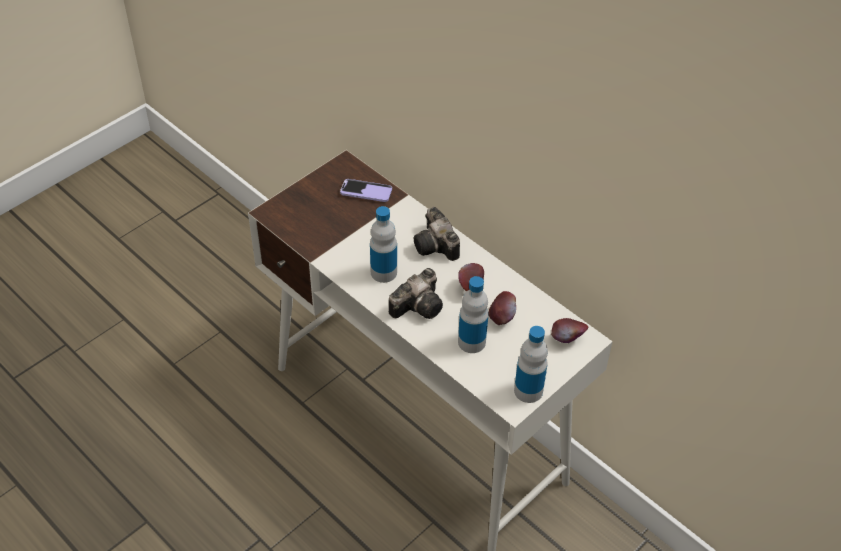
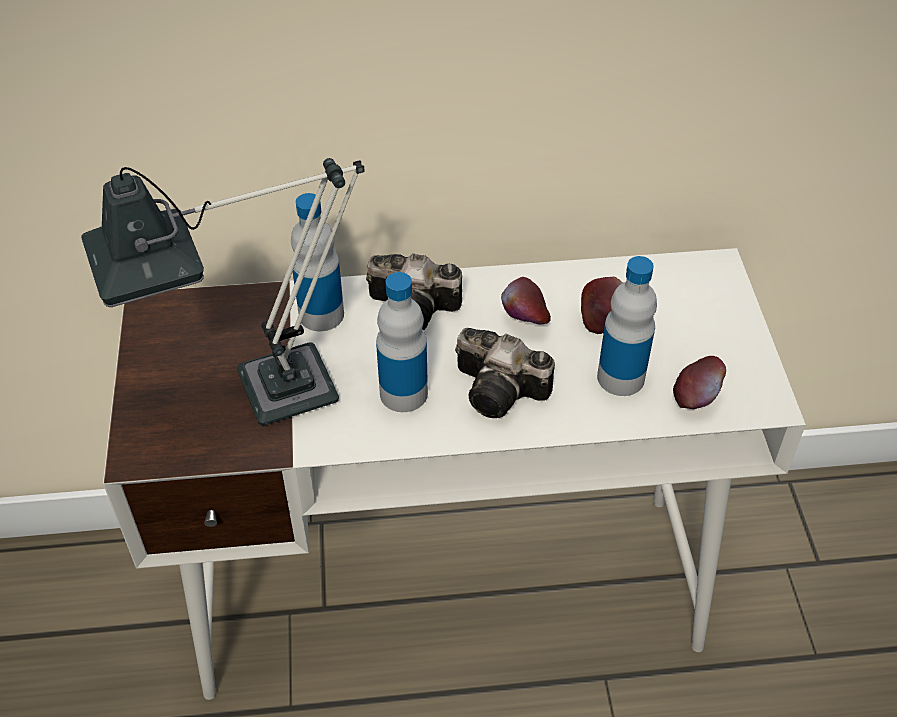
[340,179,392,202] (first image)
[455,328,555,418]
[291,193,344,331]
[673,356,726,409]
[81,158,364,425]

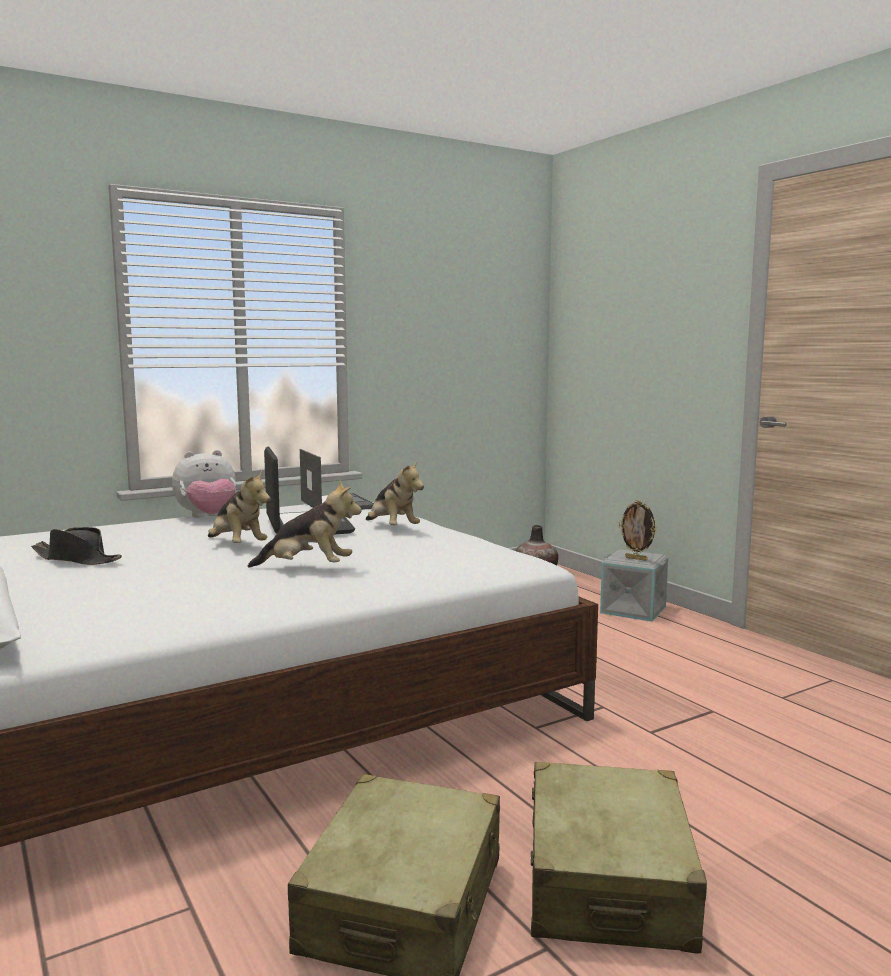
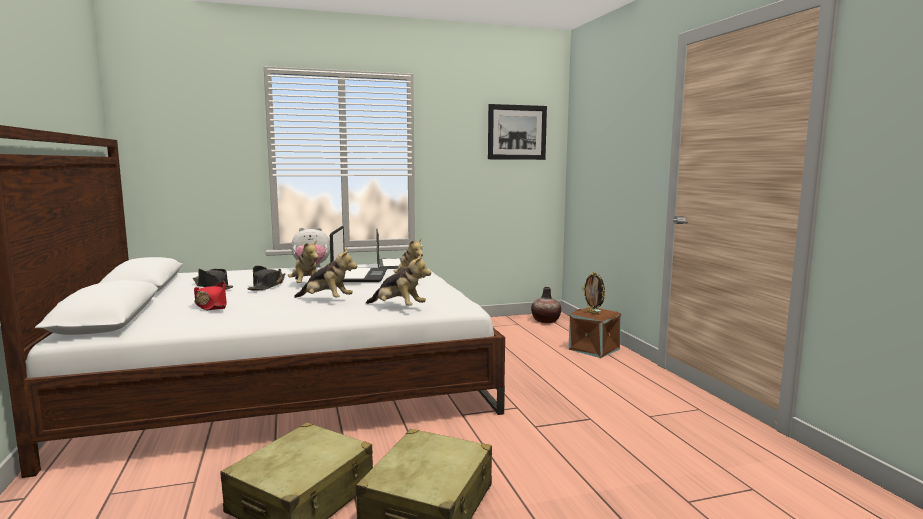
[568,307,622,358]
[194,281,227,310]
[247,266,285,290]
[366,253,431,306]
[488,104,547,160]

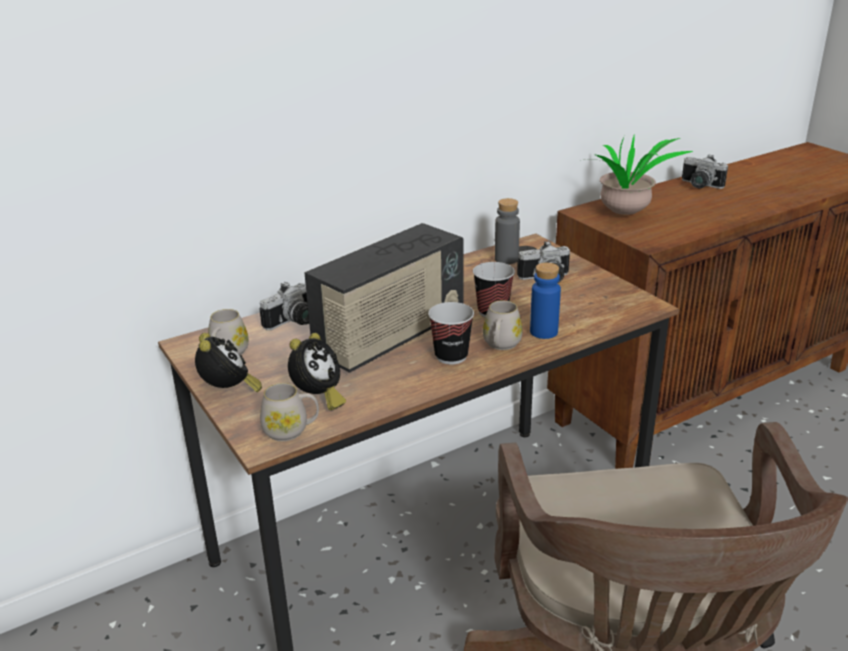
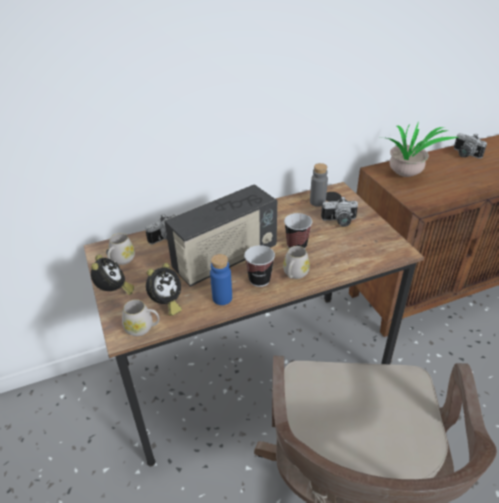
[210,254,232,305]

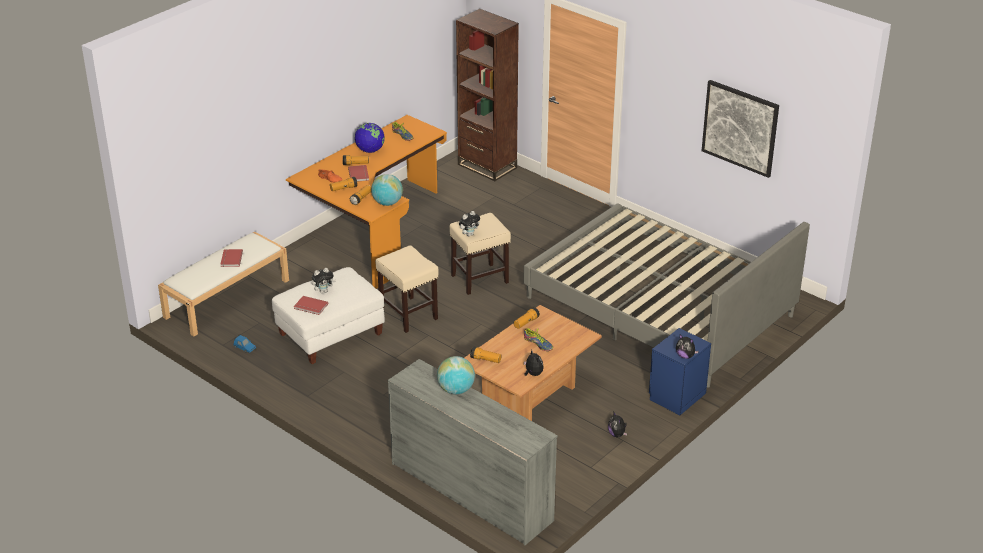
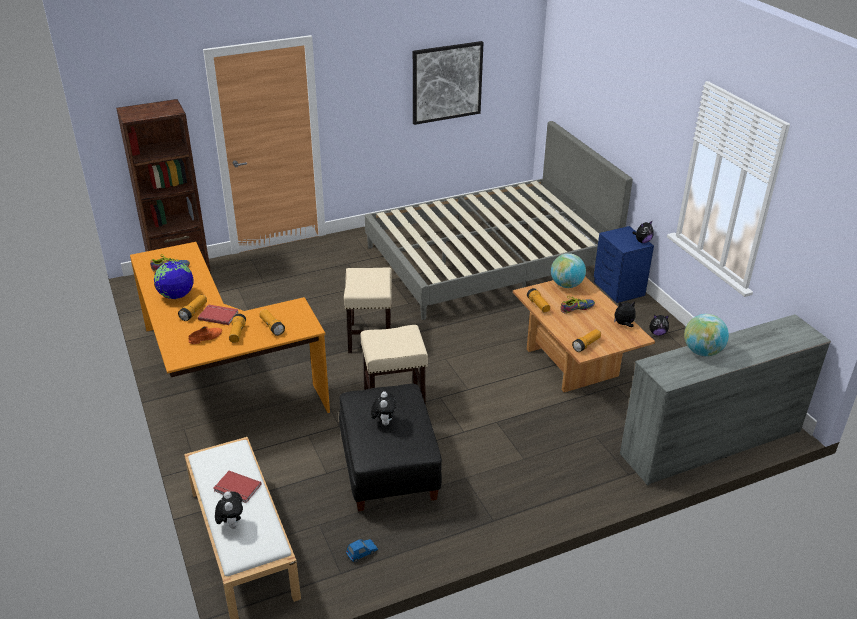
[339,384,442,511]
[294,296,328,315] (first image)
[551,253,586,288]
[215,491,243,529]

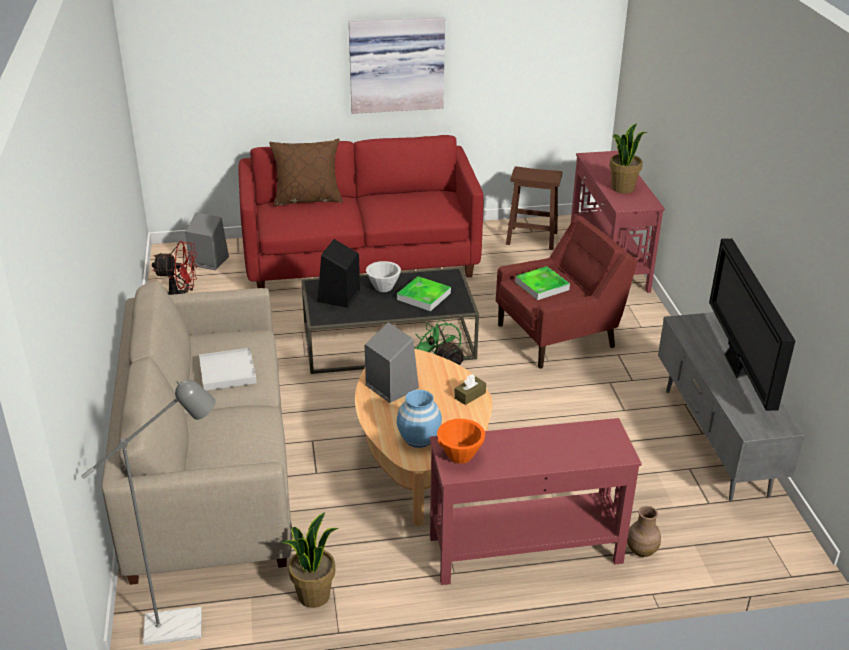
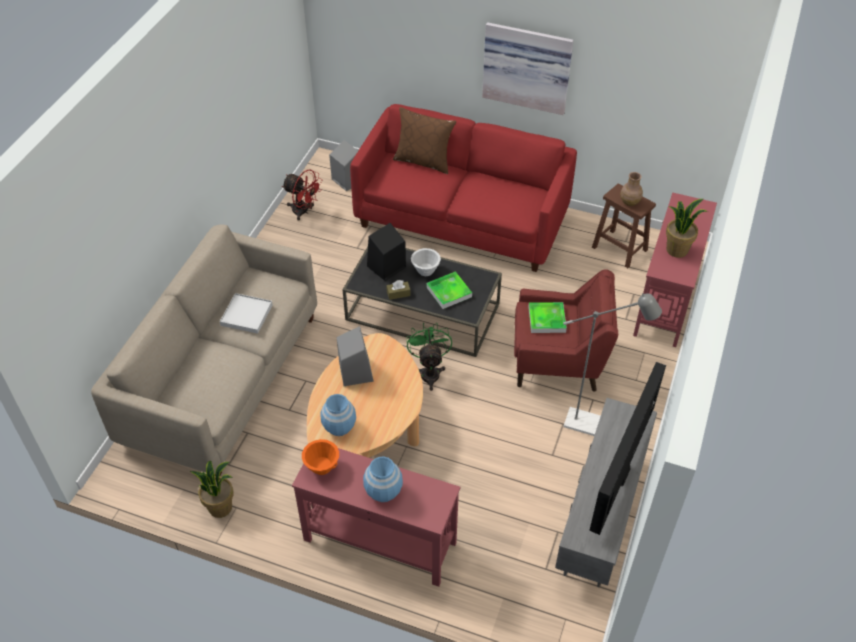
[563,293,662,436]
[387,280,411,300]
[620,172,643,206]
[363,457,403,502]

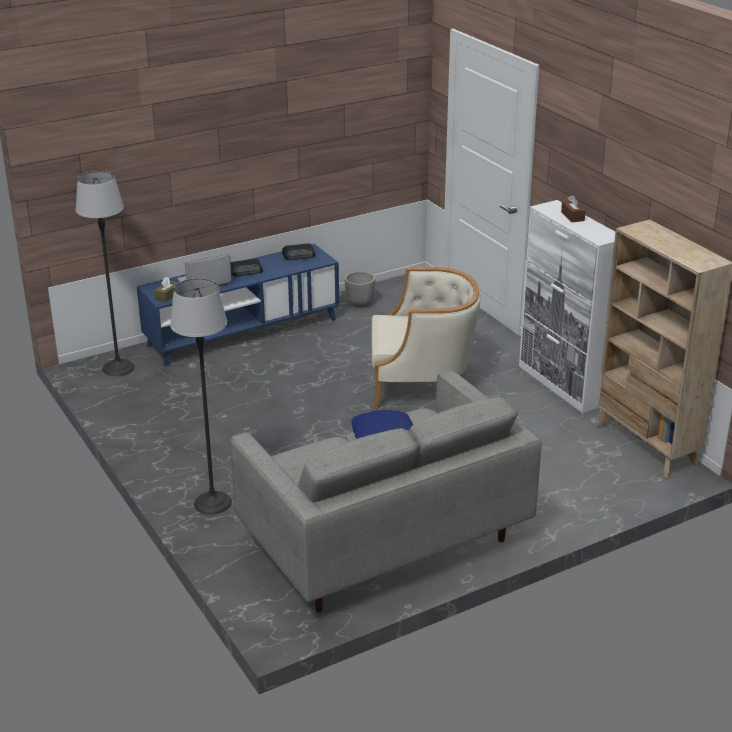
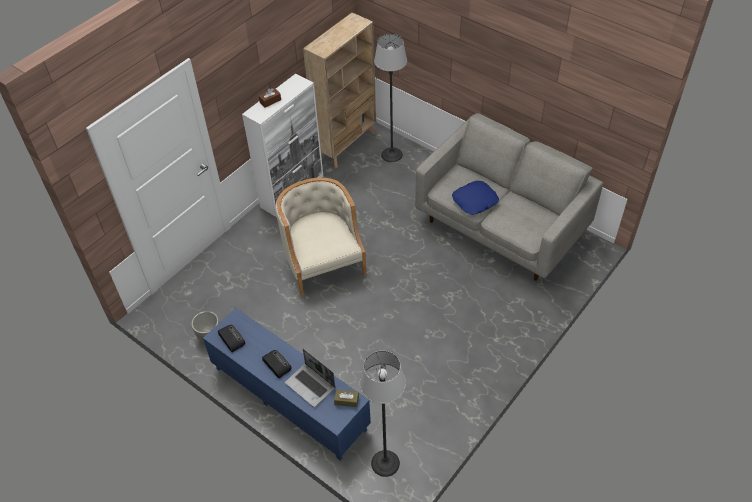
[374,34,407,163]

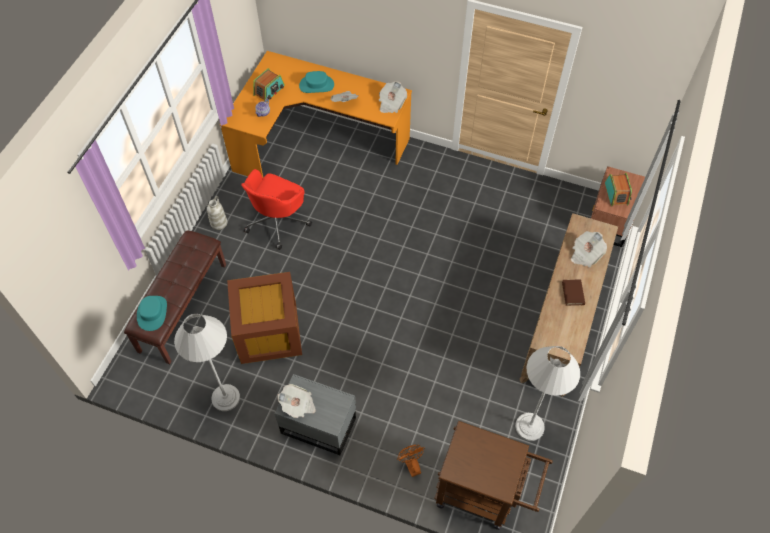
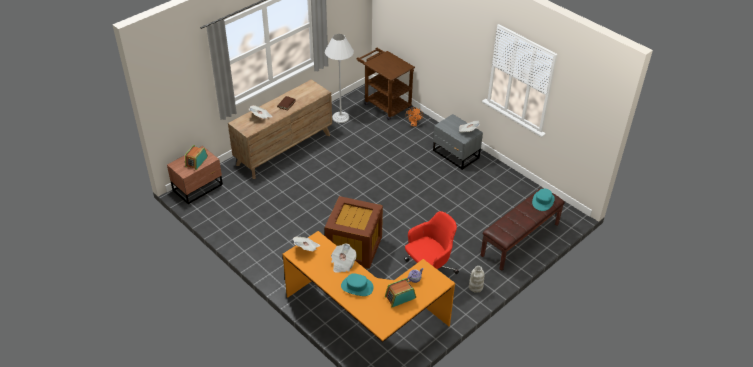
[174,314,240,411] (first image)
[324,196,383,269]

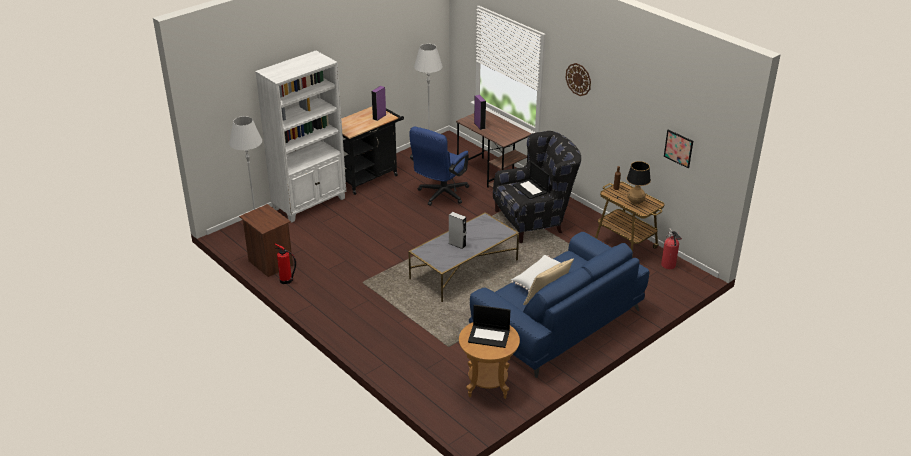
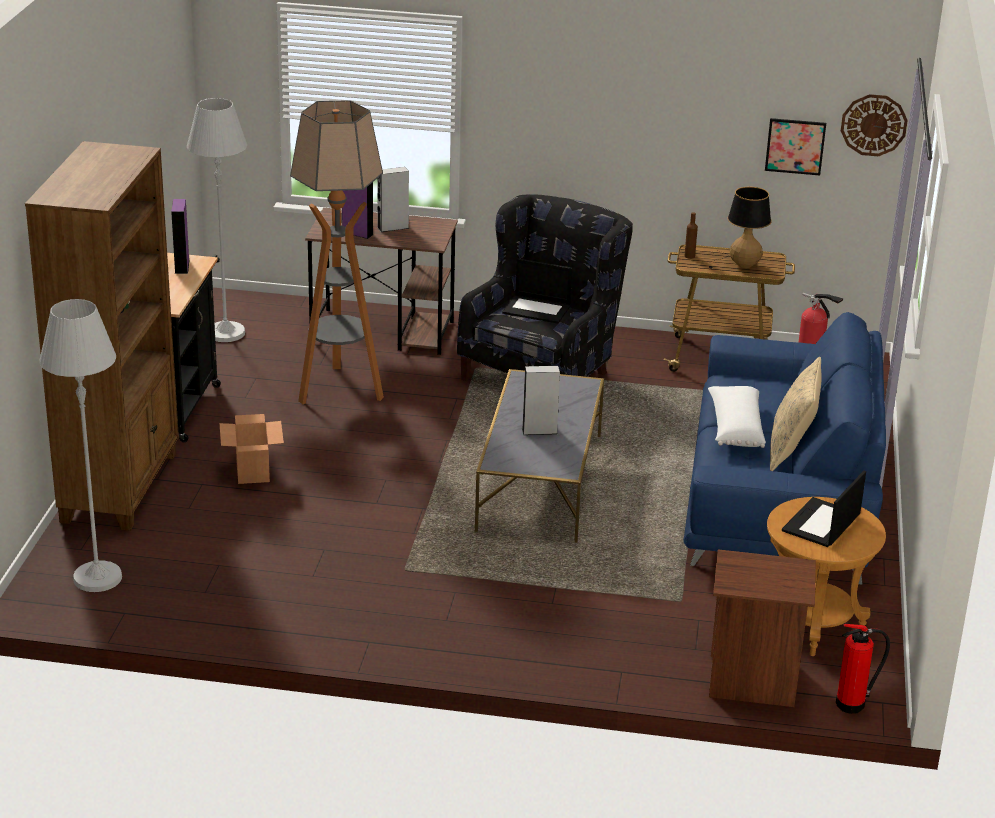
[709,549,816,707]
[25,141,179,531]
[836,624,890,714]
[290,100,384,404]
[782,471,866,547]
[841,94,908,156]
[219,414,284,484]
[377,167,409,232]

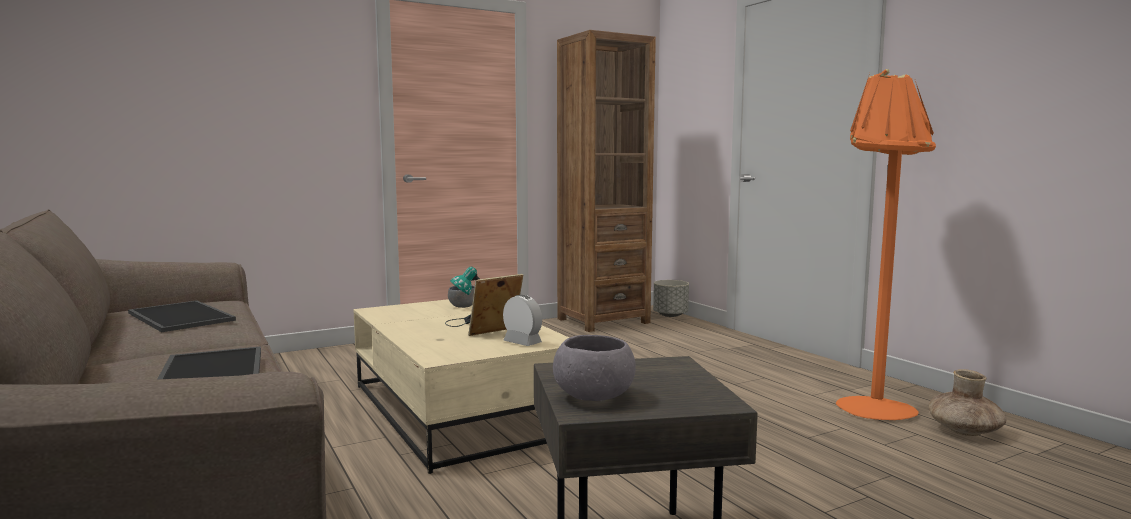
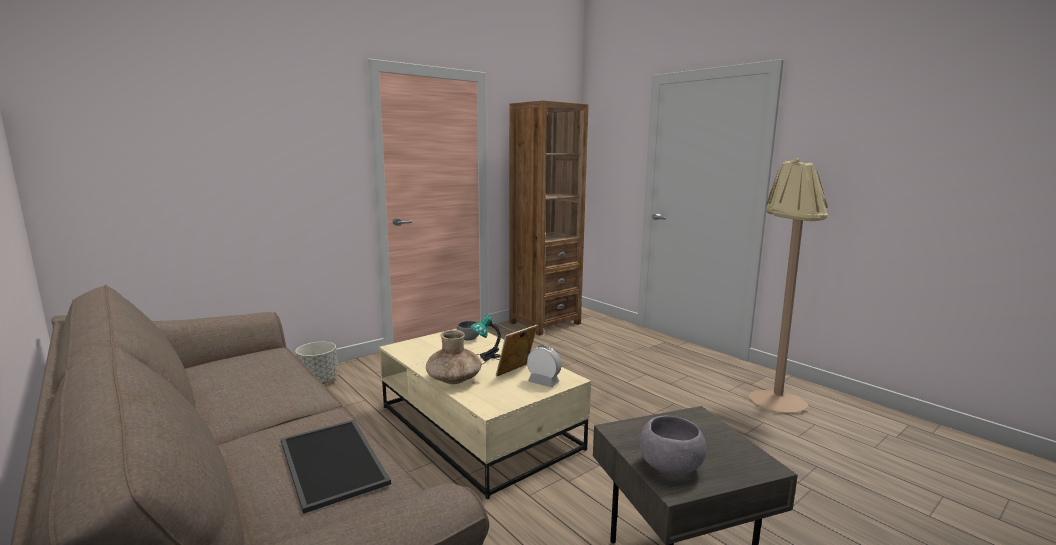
[128,300,236,332] (first image)
[295,342,338,384]
[748,158,828,413]
[426,330,482,384]

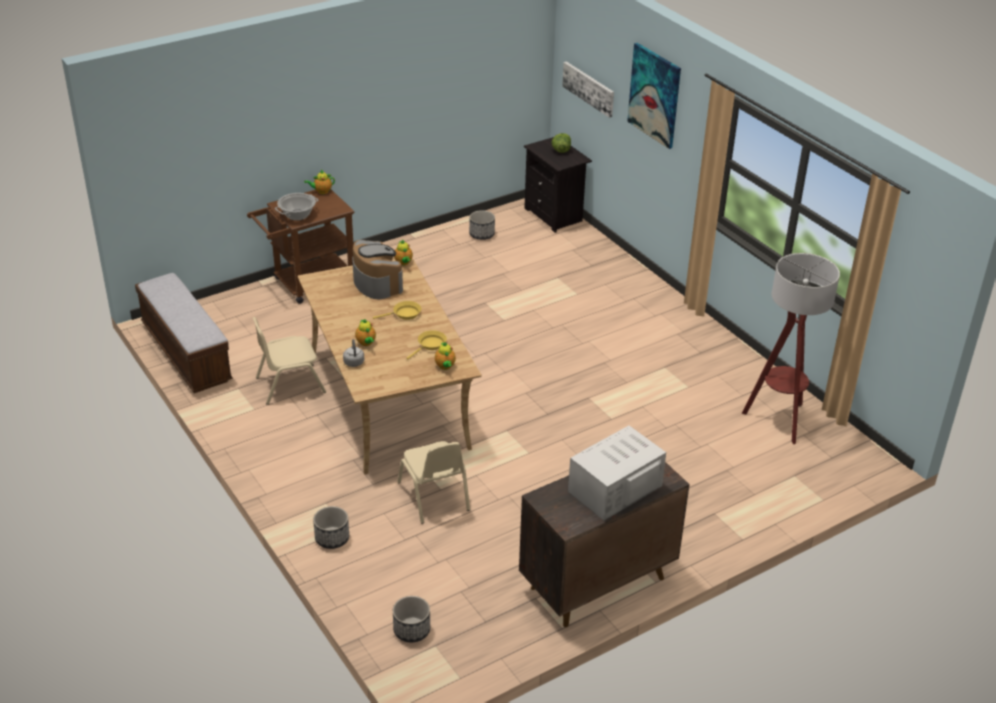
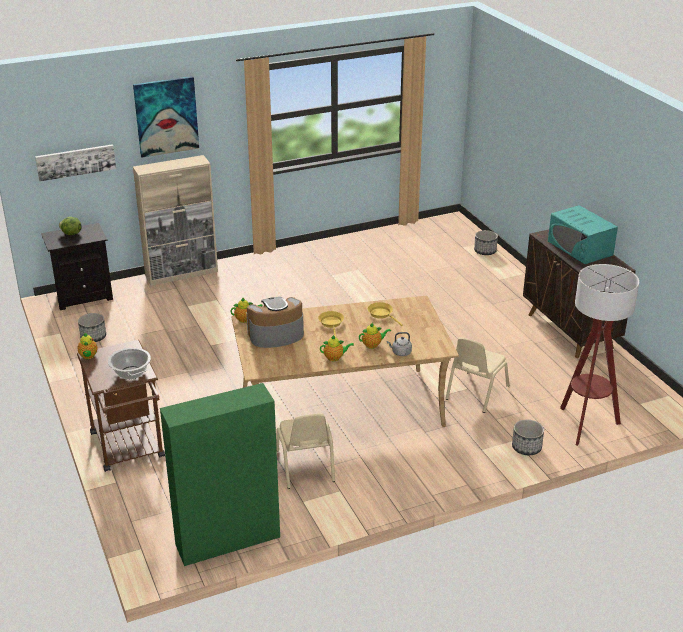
[160,383,280,566]
[474,230,498,255]
[445,337,509,413]
[320,335,354,361]
[548,205,618,264]
[560,264,639,446]
[133,155,218,286]

